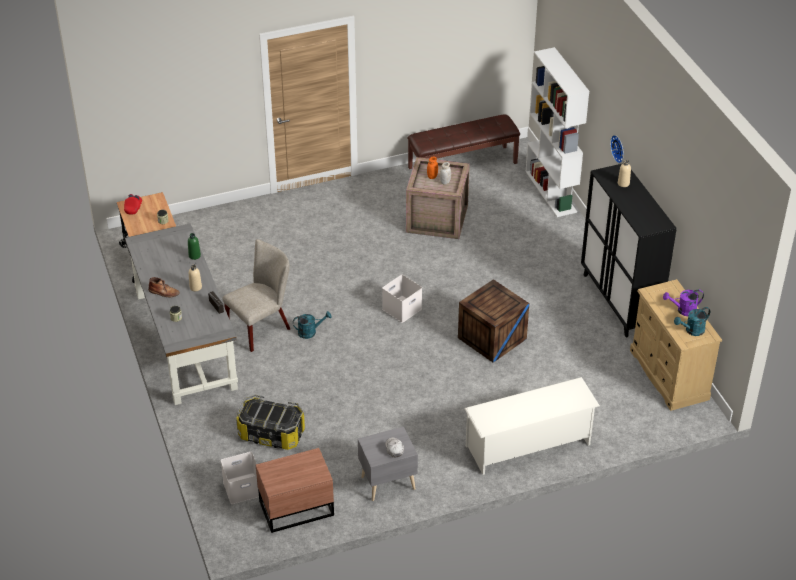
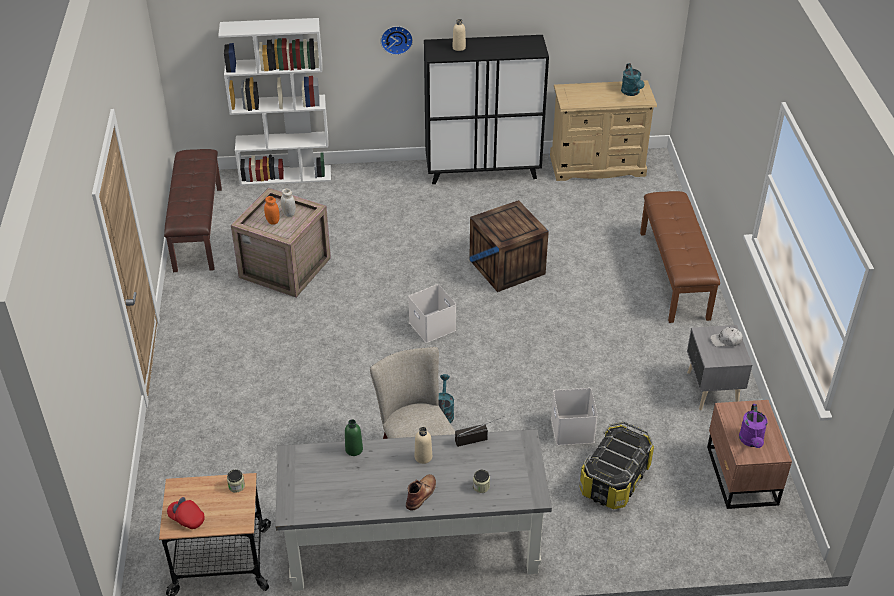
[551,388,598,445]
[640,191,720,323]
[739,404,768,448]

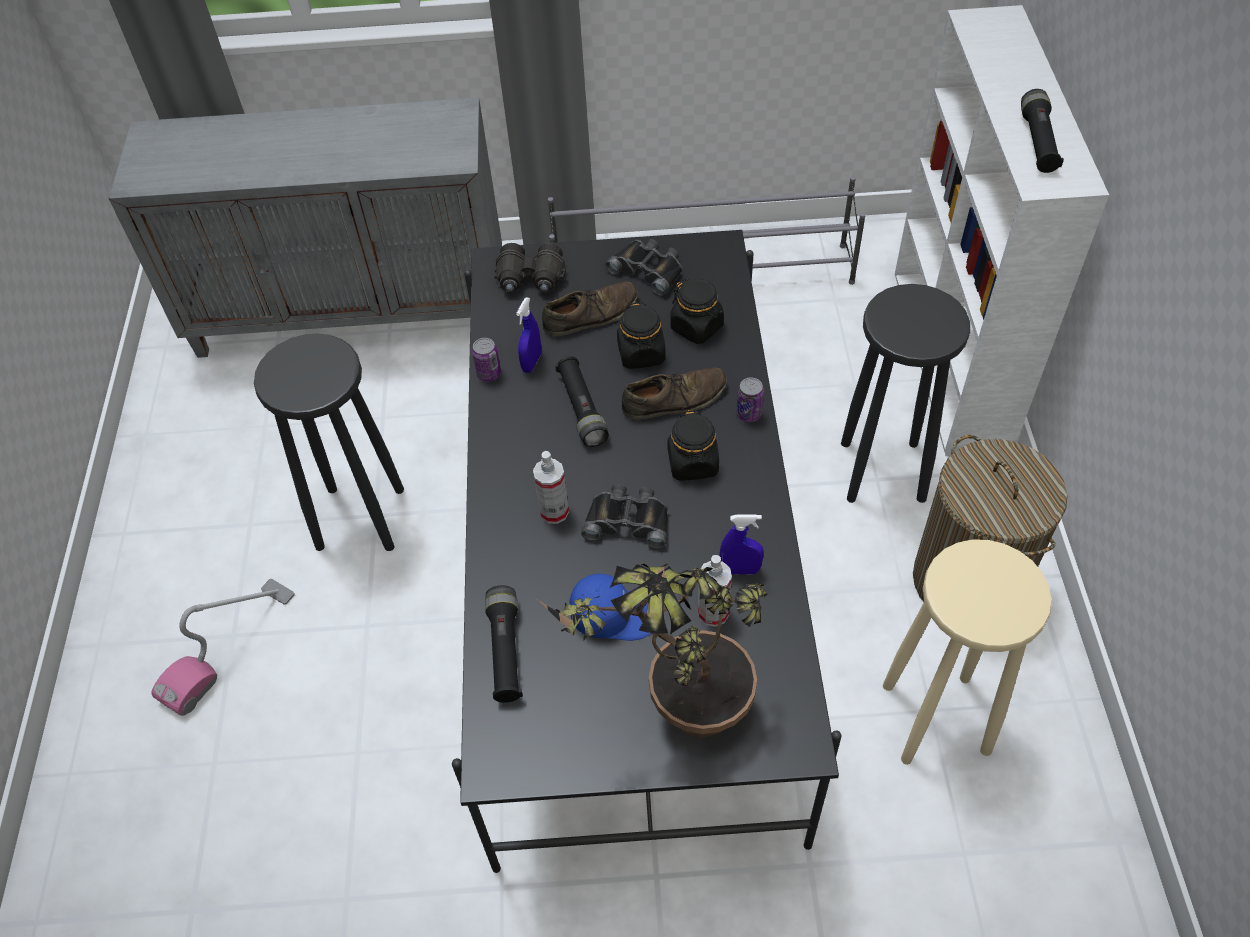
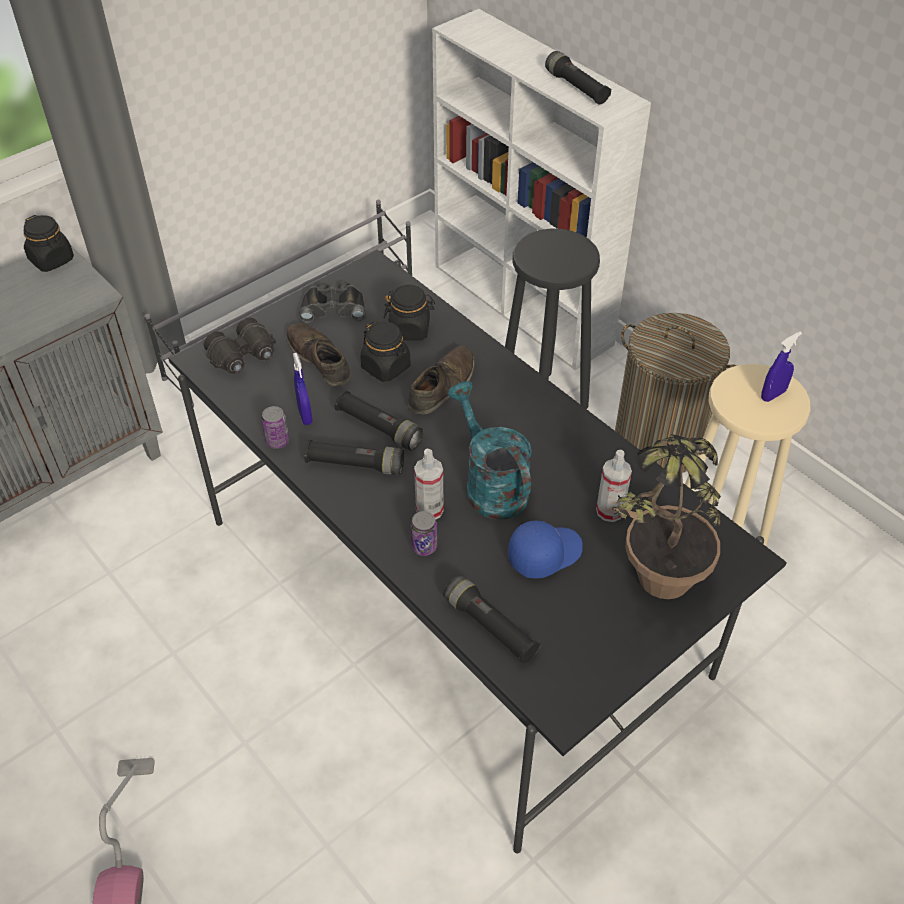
[254,333,404,551] (first image)
[286,323,351,386]
[447,381,532,520]
[24,215,74,272]
[761,331,802,402]
[411,511,437,556]
[304,440,404,475]

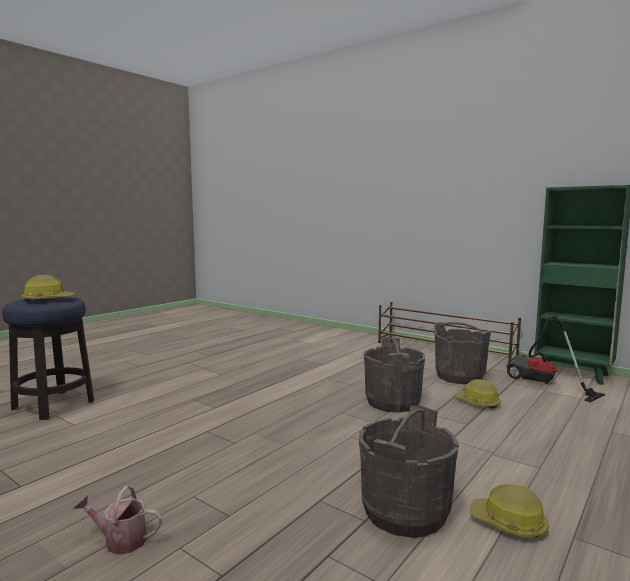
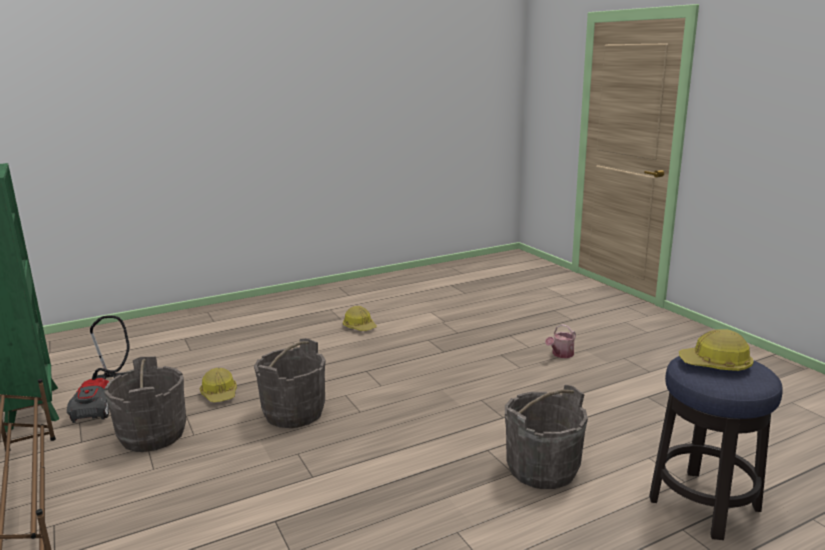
[545,324,576,358]
[505,385,588,489]

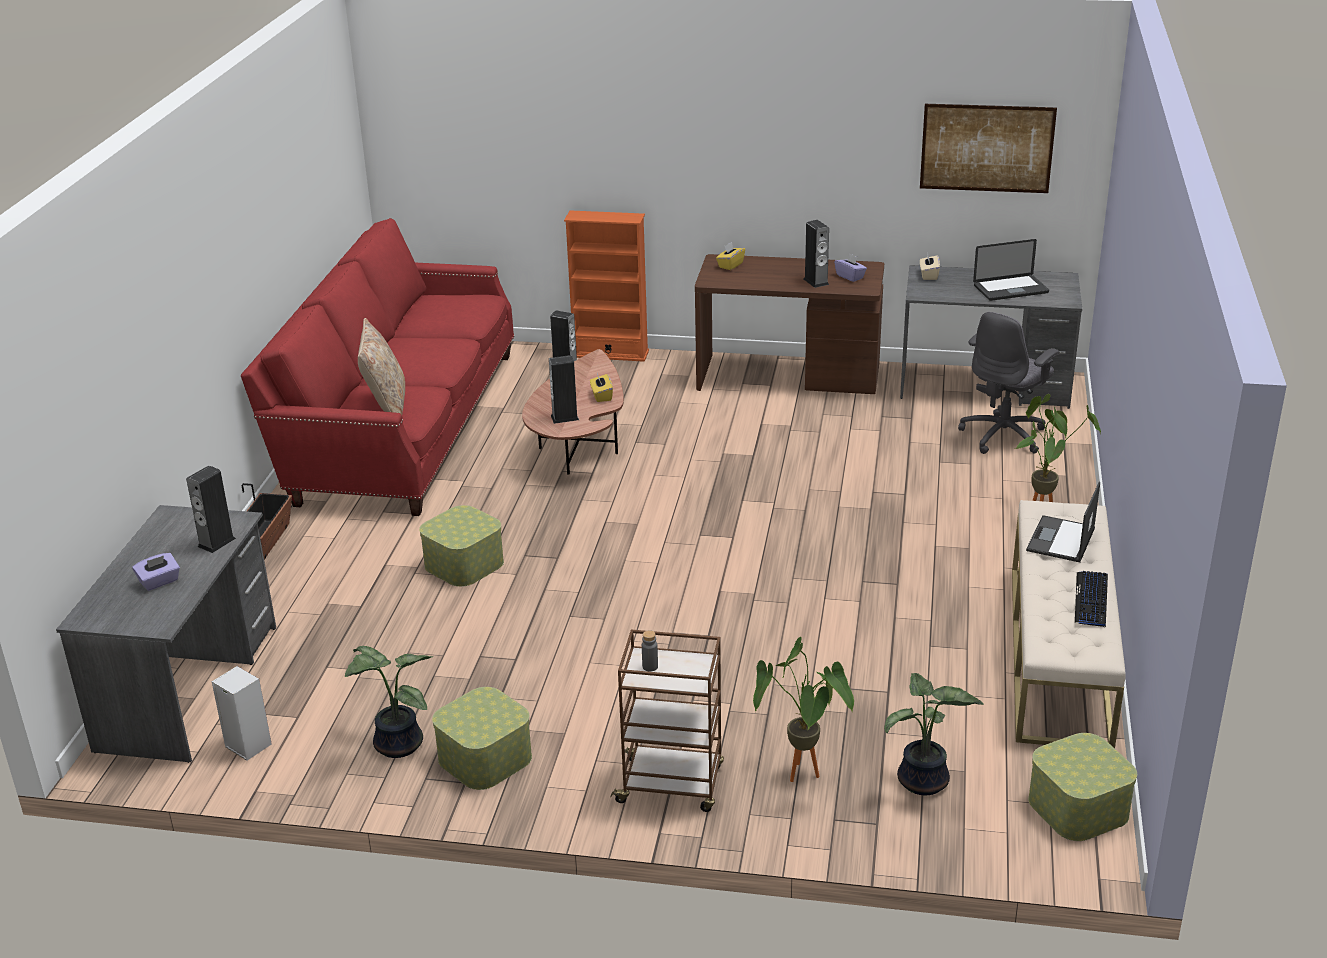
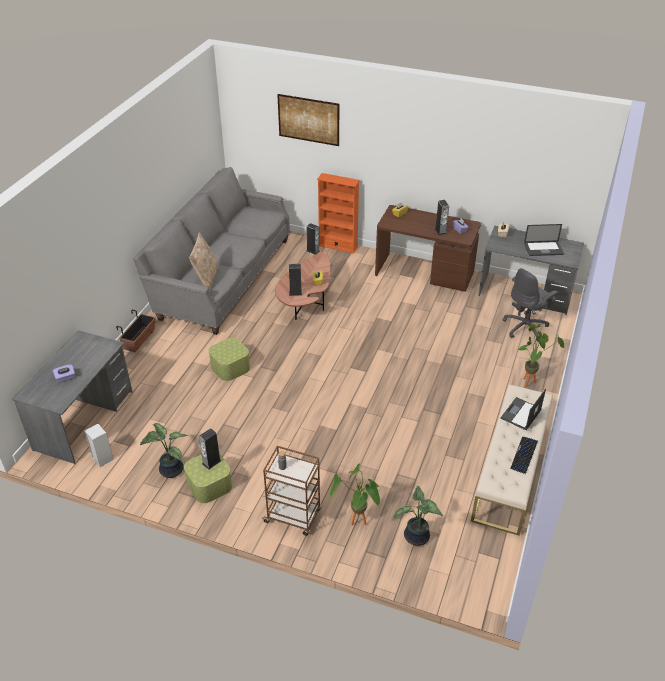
[199,428,221,470]
[133,167,290,335]
[277,94,339,146]
[1028,733,1137,841] (first image)

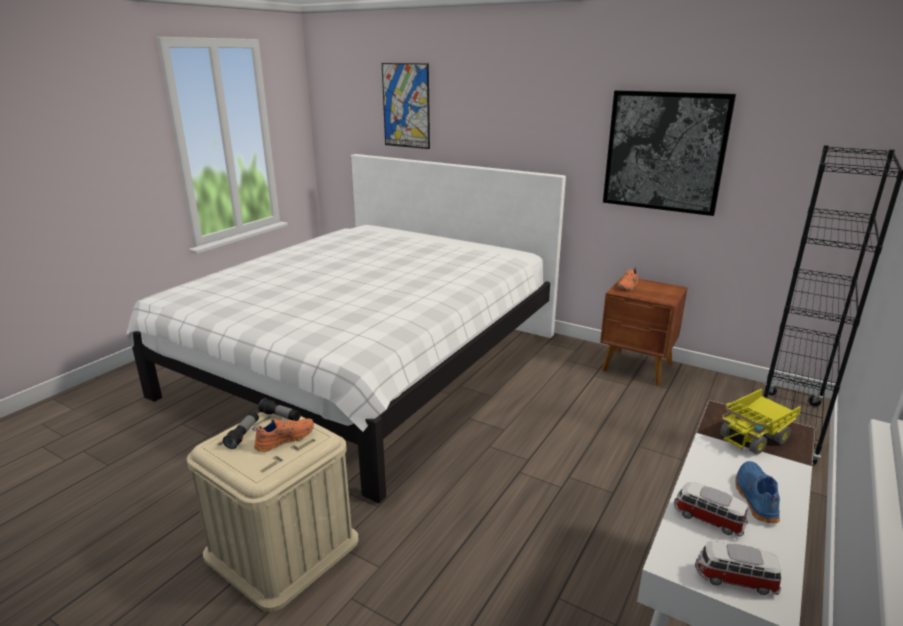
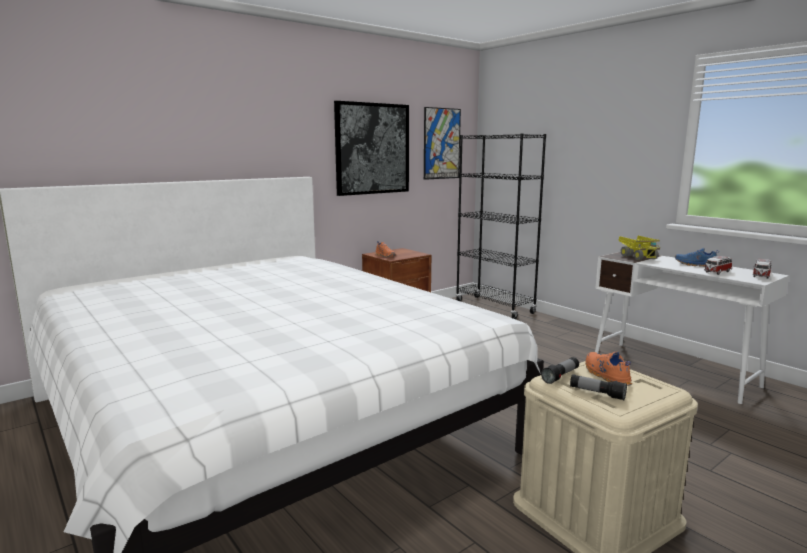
[424,107,461,180]

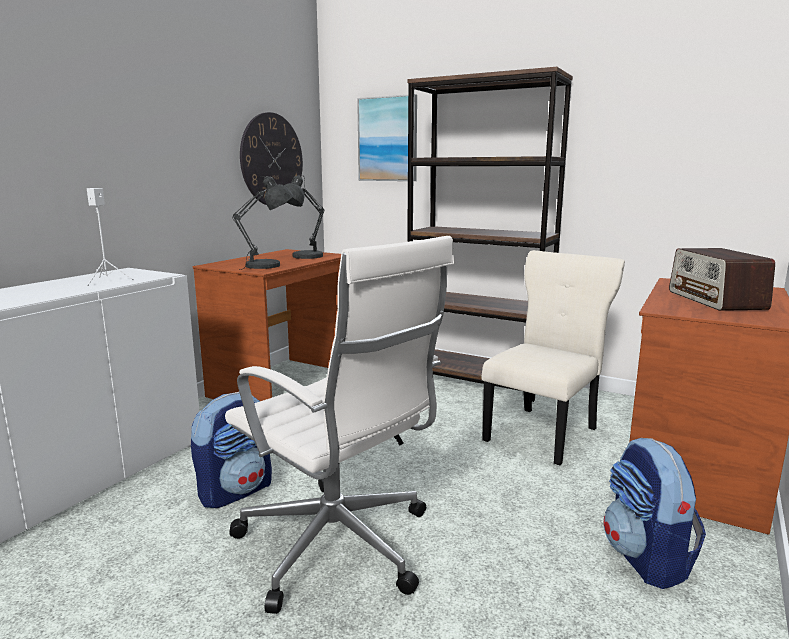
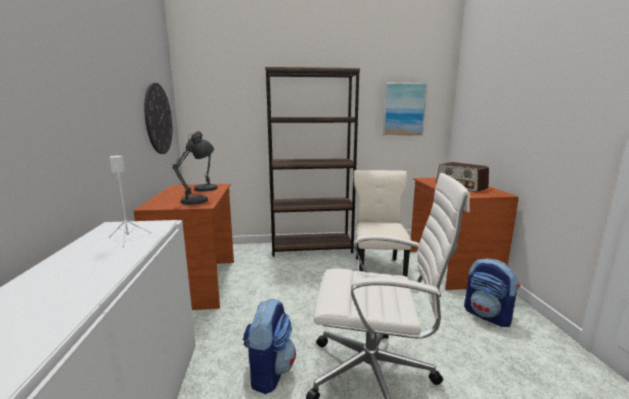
[383,83,427,136]

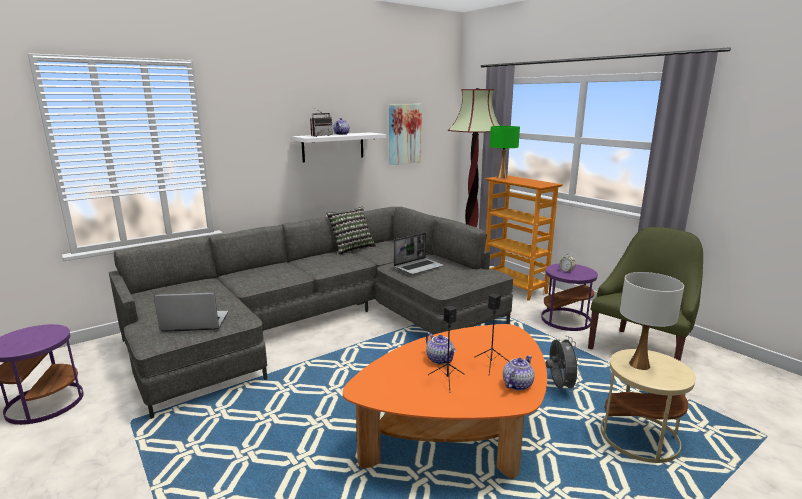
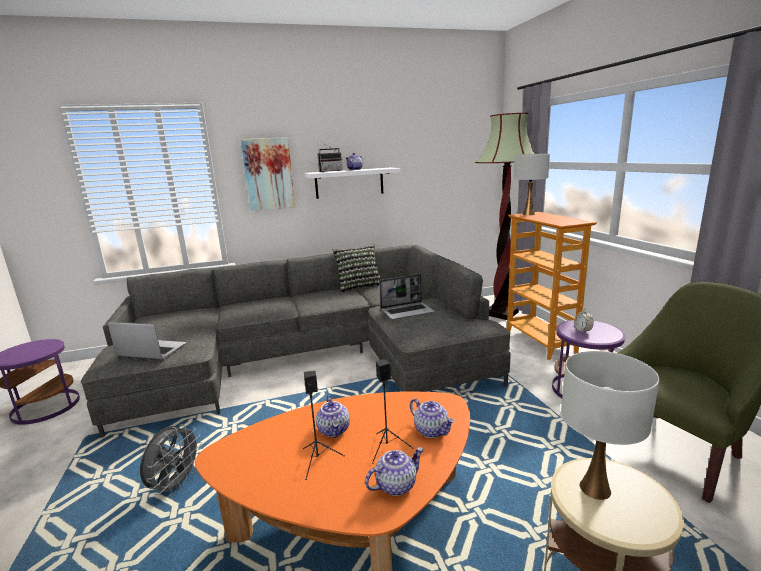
[240,137,295,211]
[514,154,550,215]
[140,424,202,496]
[410,398,455,438]

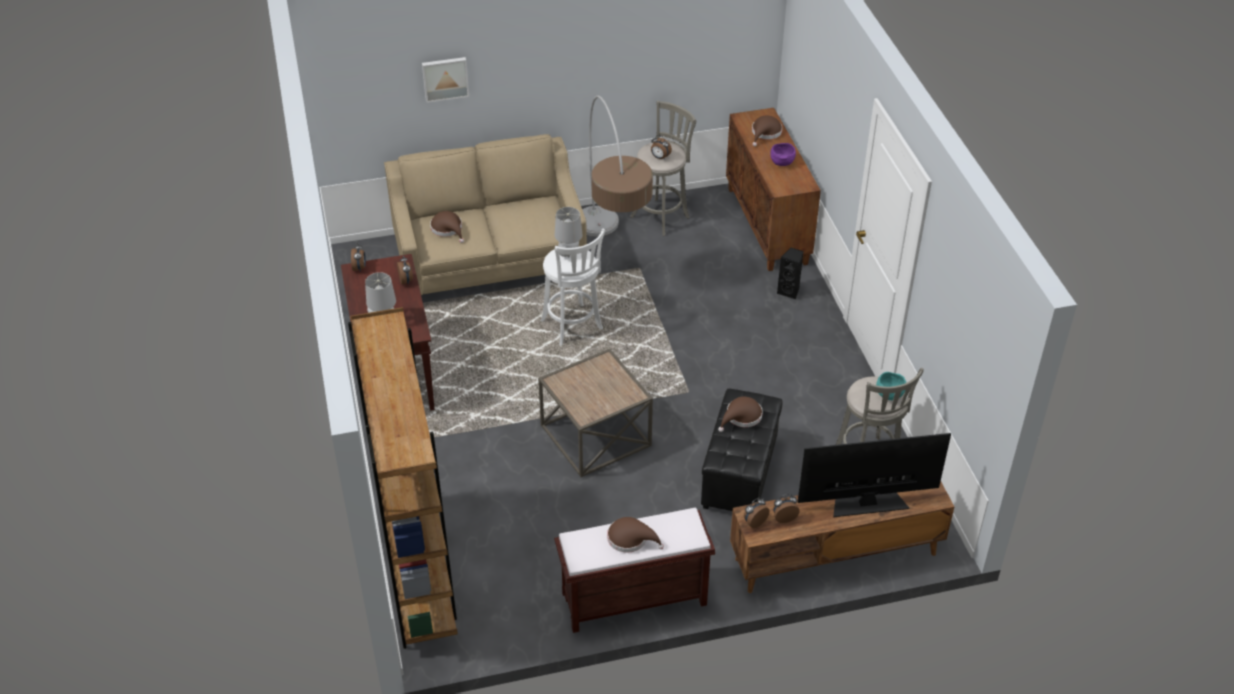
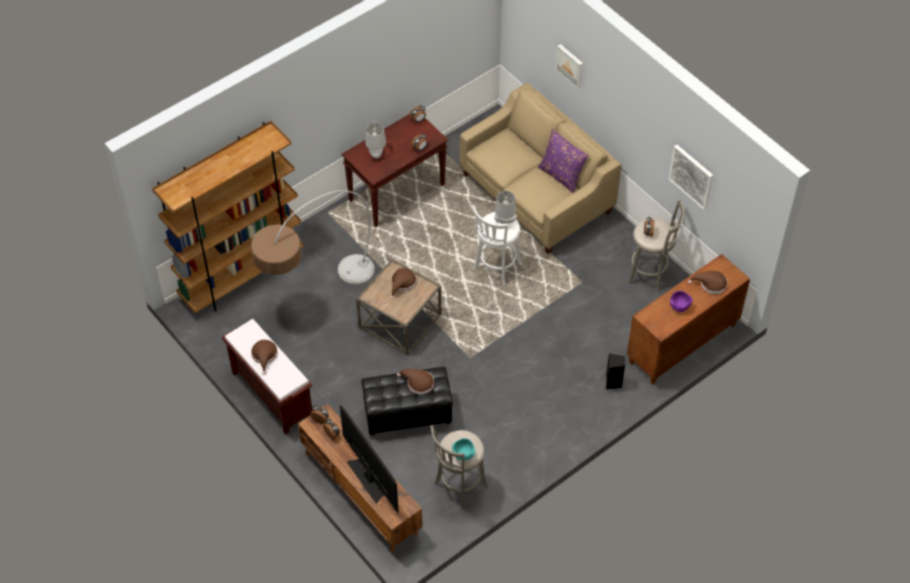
[391,268,417,299]
[251,190,375,286]
[538,129,589,193]
[669,145,713,210]

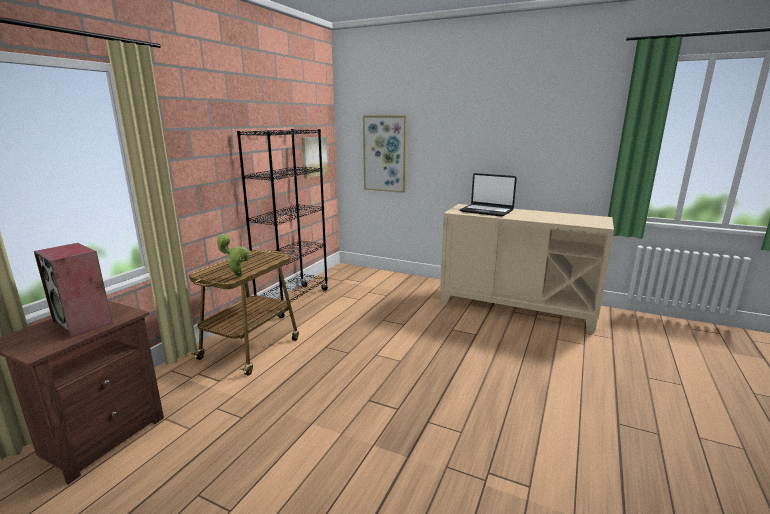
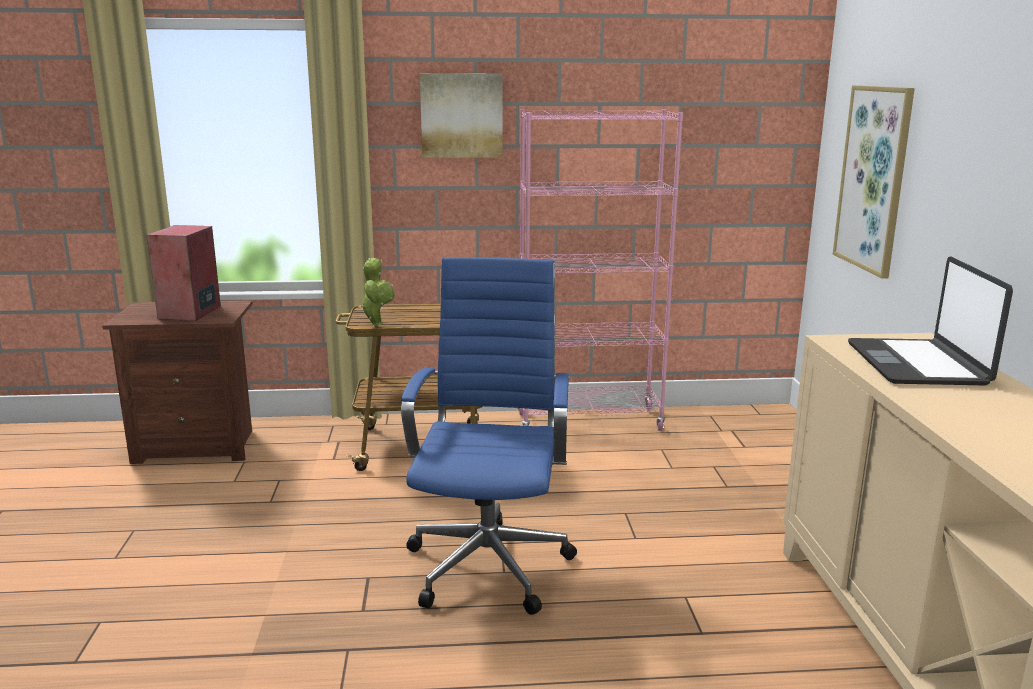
[518,109,683,431]
[420,73,502,158]
[401,257,577,615]

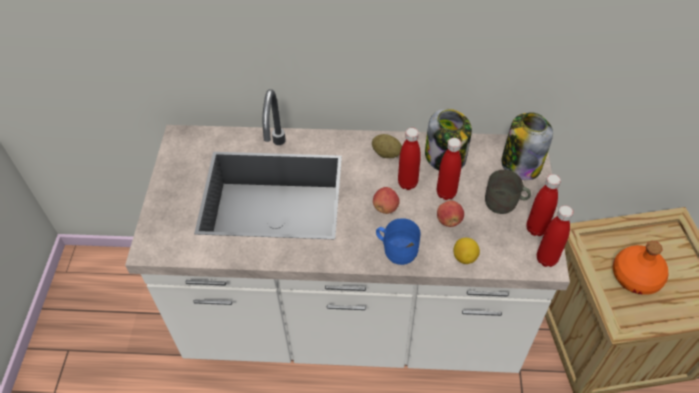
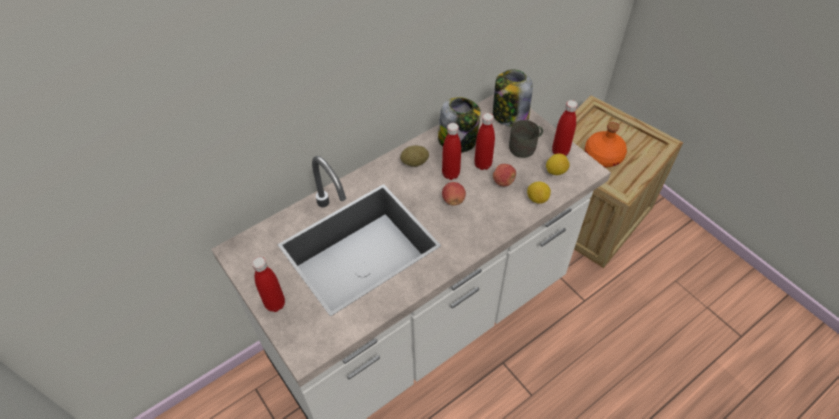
[376,218,421,265] (first image)
[252,257,285,312]
[546,153,570,175]

